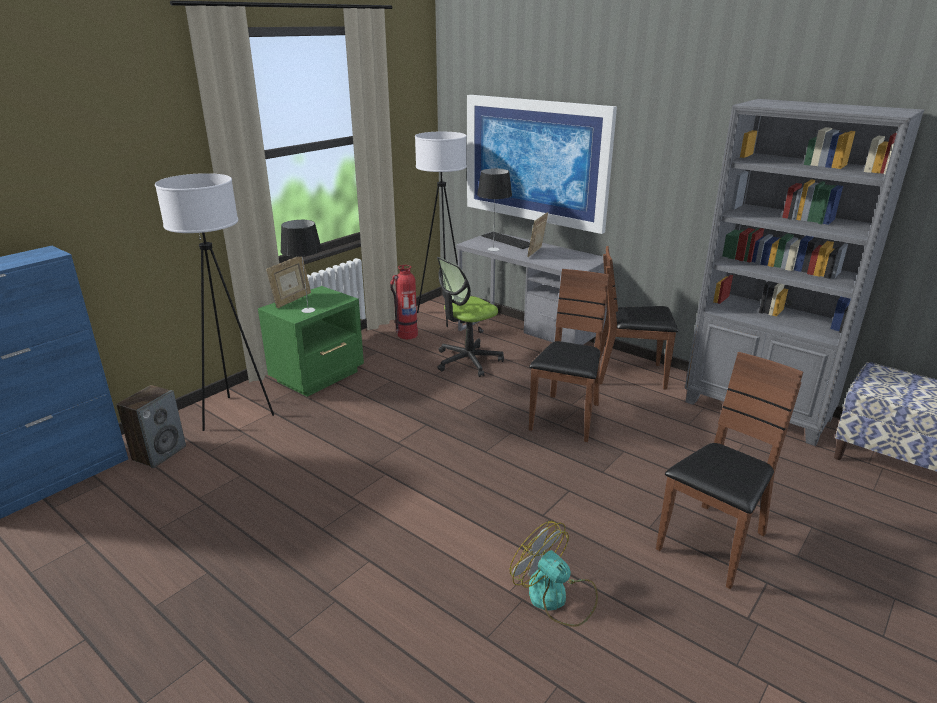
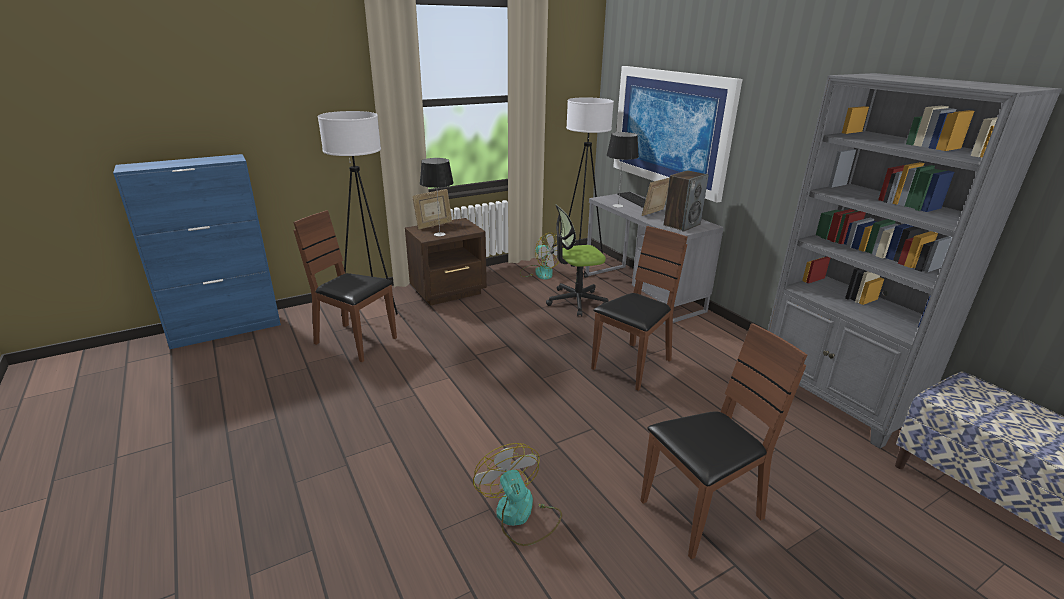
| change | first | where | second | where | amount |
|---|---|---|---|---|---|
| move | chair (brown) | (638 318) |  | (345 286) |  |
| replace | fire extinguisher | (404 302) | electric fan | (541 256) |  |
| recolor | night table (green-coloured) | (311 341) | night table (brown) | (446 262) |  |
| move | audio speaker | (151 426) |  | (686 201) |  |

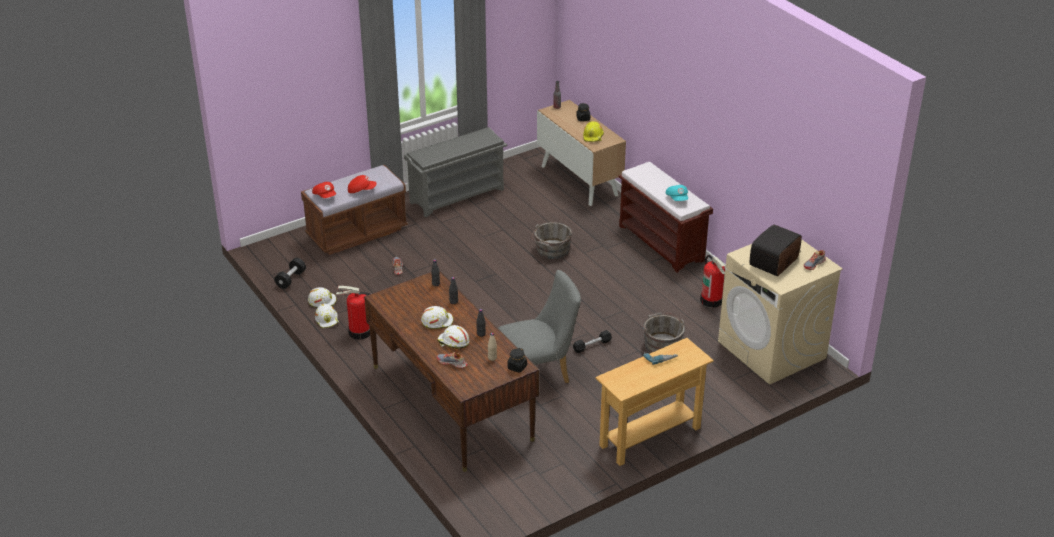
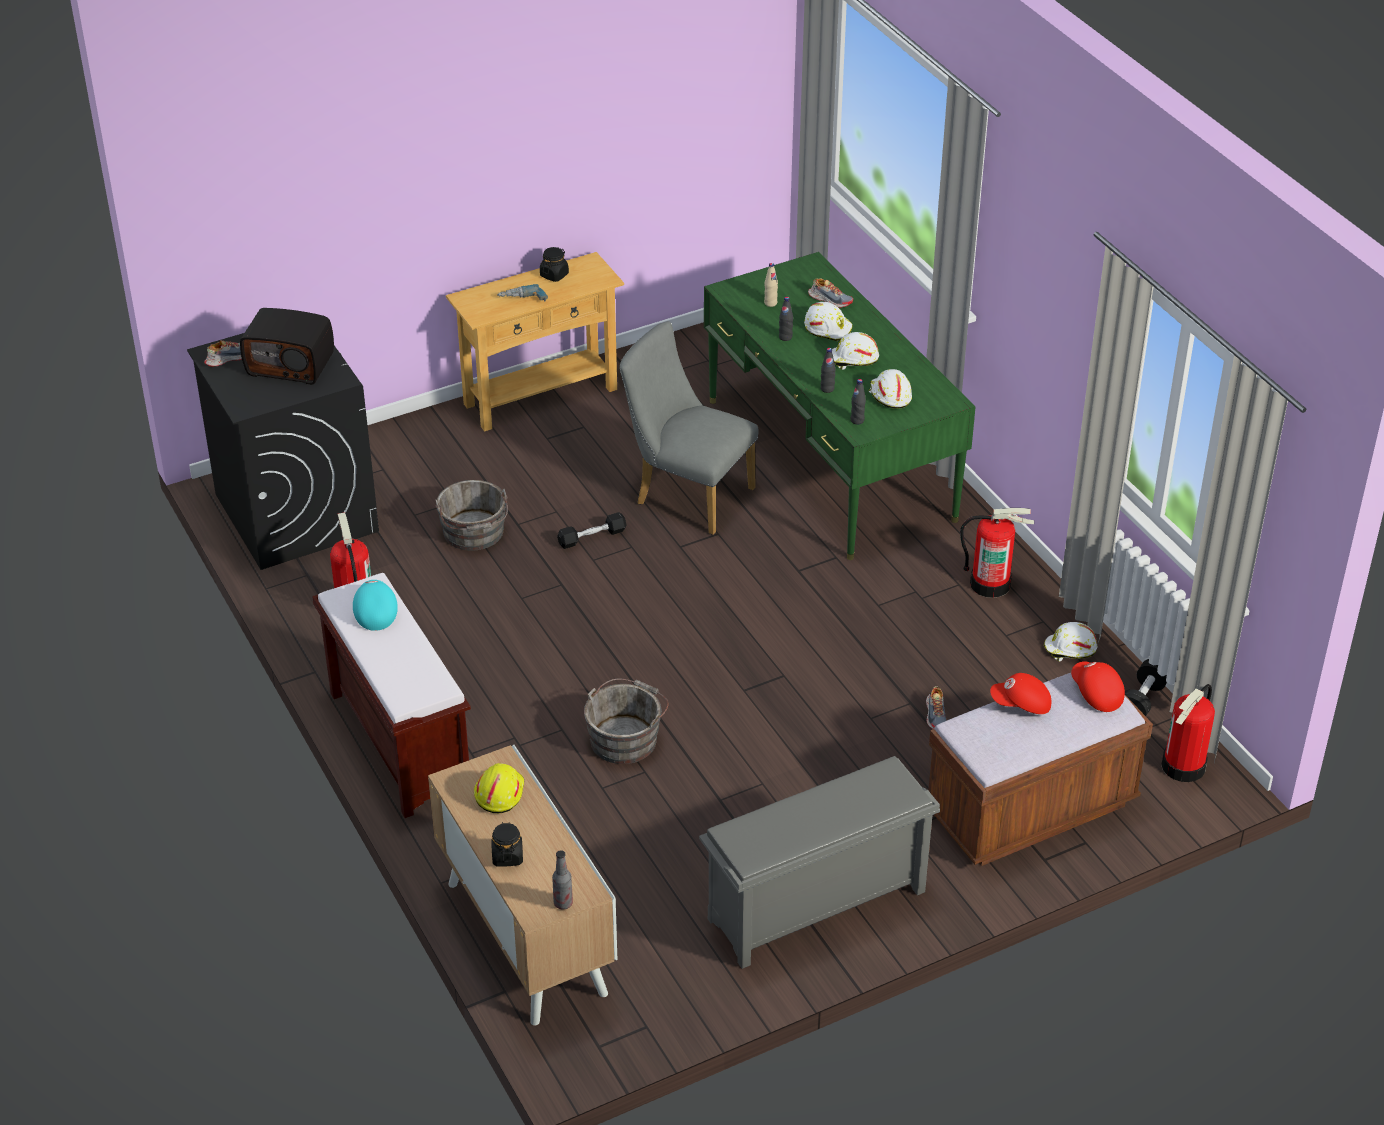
| change | first | where | second | where | amount |
|---|---|---|---|---|---|
| rotate | radio receiver | (776 250) |  | (287 346) | 60 degrees clockwise |
| recolor | laundry machine (sand-coloured) | (780 307) | laundry machine (black) | (283 451) |  |
| rotate | chair (greyish) | (539 326) |  | (689 428) | 45 degrees clockwise |
| recolor | desk table (brown) | (451 372) | desk table (green-coloured) | (840 406) |  |
| move | work helmet (white) | (327 316) |  | (890 389) |  |
| move | preserve jar (black) | (517 360) |  | (554 264) |  |
| insert |  |  | fire extinguisher | (1188 733) |  |

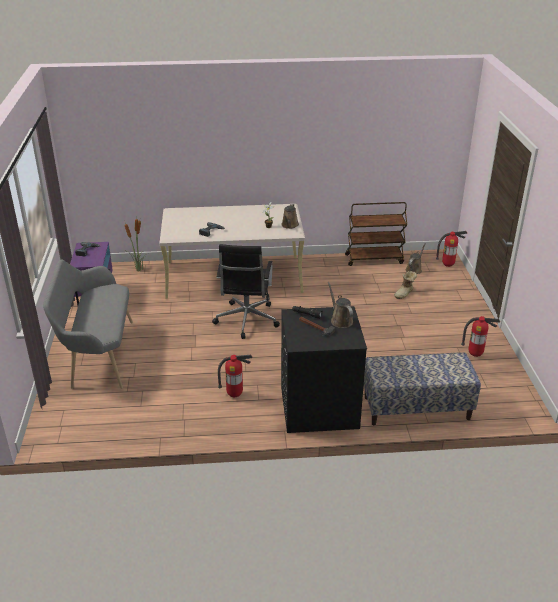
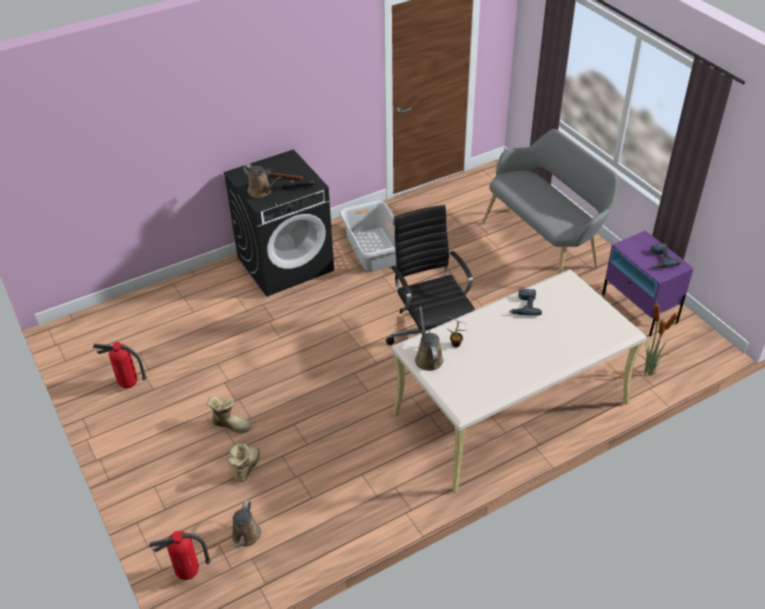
| change | first | where | second | where | amount |
|---|---|---|---|---|---|
| delete | cart (brown) | (376 234) |  |  |  |
| delete | long seat | (422 389) |  |  |  |
| replace | fire extinguisher | (235 376) | washing basket (greyish) | (367 236) |  |
| insert |  |  | boot | (229 414) |  |

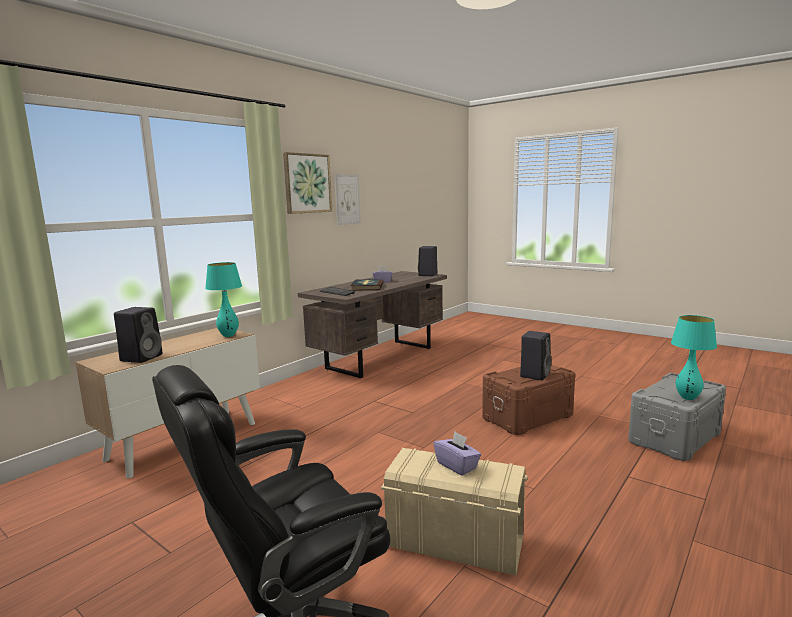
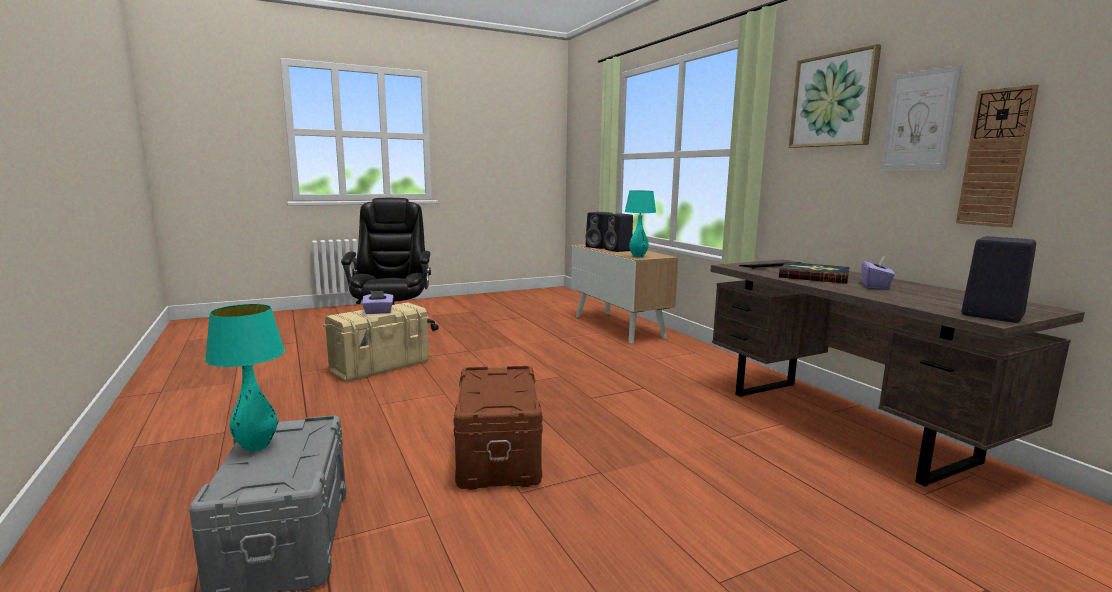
| change | first | where | second | where | amount |
|---|---|---|---|---|---|
| move | audio speaker (black) | (535 355) |  | (618 232) |  |
| insert |  |  | wall clock | (997 156) |  |

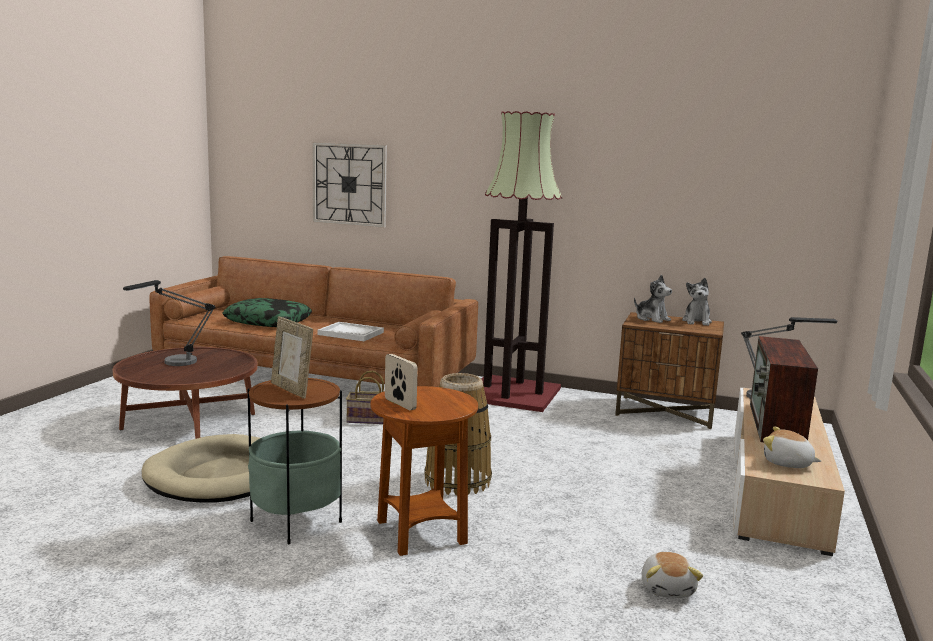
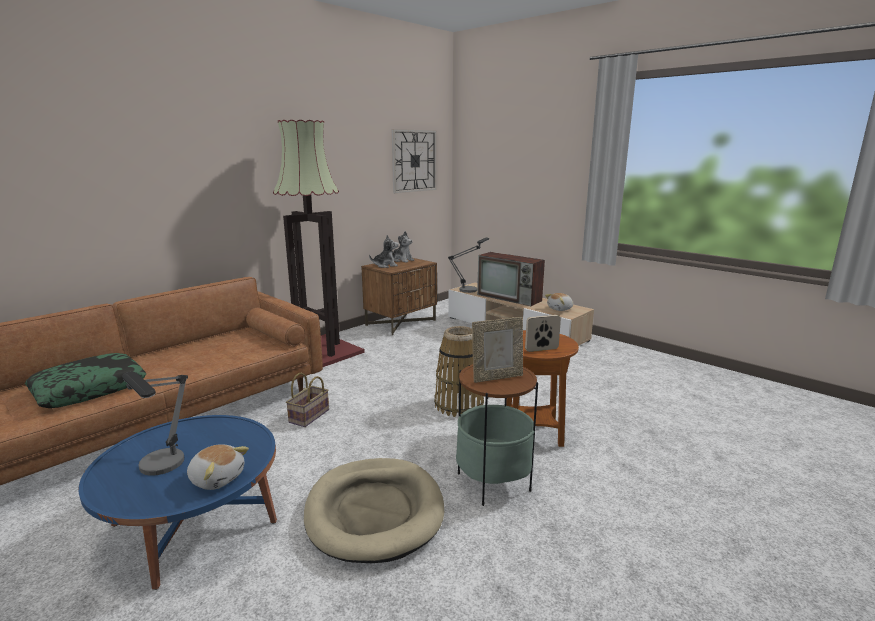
| change | first | where | second | where | amount |
|---|---|---|---|---|---|
| move | wall clock | (350 185) |  | (414 161) |  |
| delete | serving tray (white) | (350 331) |  |  |  |
| recolor | lounge table (brown) | (185 393) | lounge table (bluish) | (177 502) |  |
| move | cuddly toy | (672 575) |  | (218 467) |  |

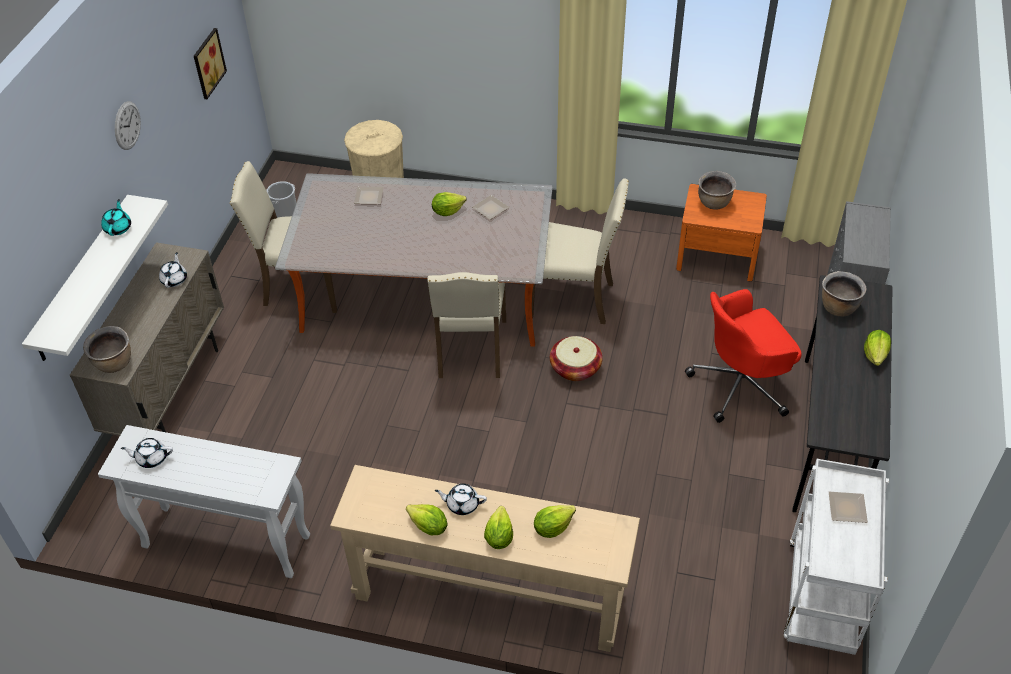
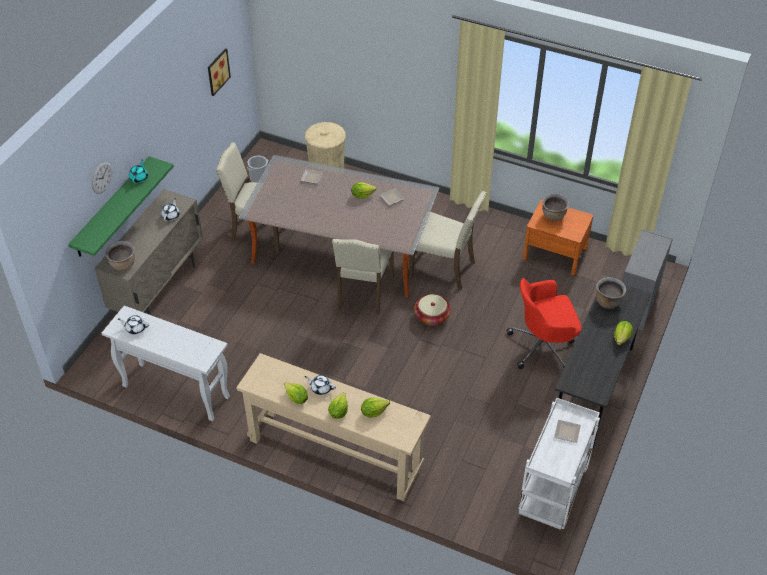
| change | first | where | second | where | amount |
|---|---|---|---|---|---|
| move | wall clock | (128 125) |  | (102 178) |  |
| recolor | wall shelf (white) | (95 278) | wall shelf (green-coloured) | (121 206) |  |

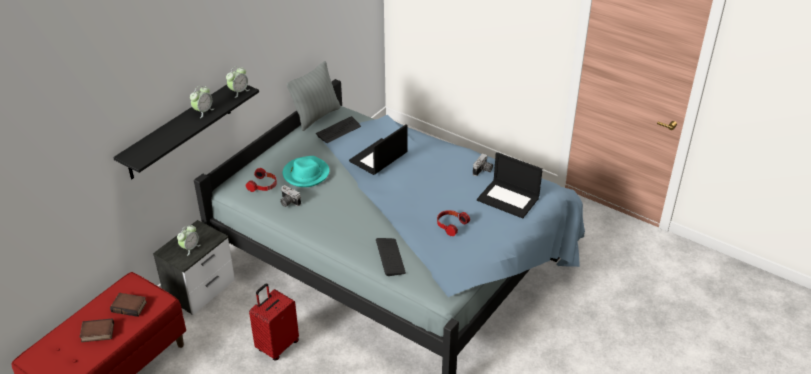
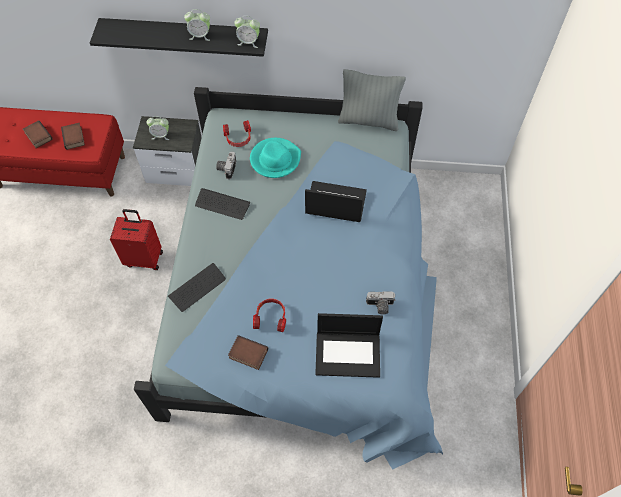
| change | first | where | second | where | amount |
|---|---|---|---|---|---|
| move | PC keyboard | (338 129) |  | (222 204) |  |
| rotate | notebook computer | (510 185) |  | (349 345) | 90 degrees counterclockwise |
| insert |  |  | book | (248 352) |  |

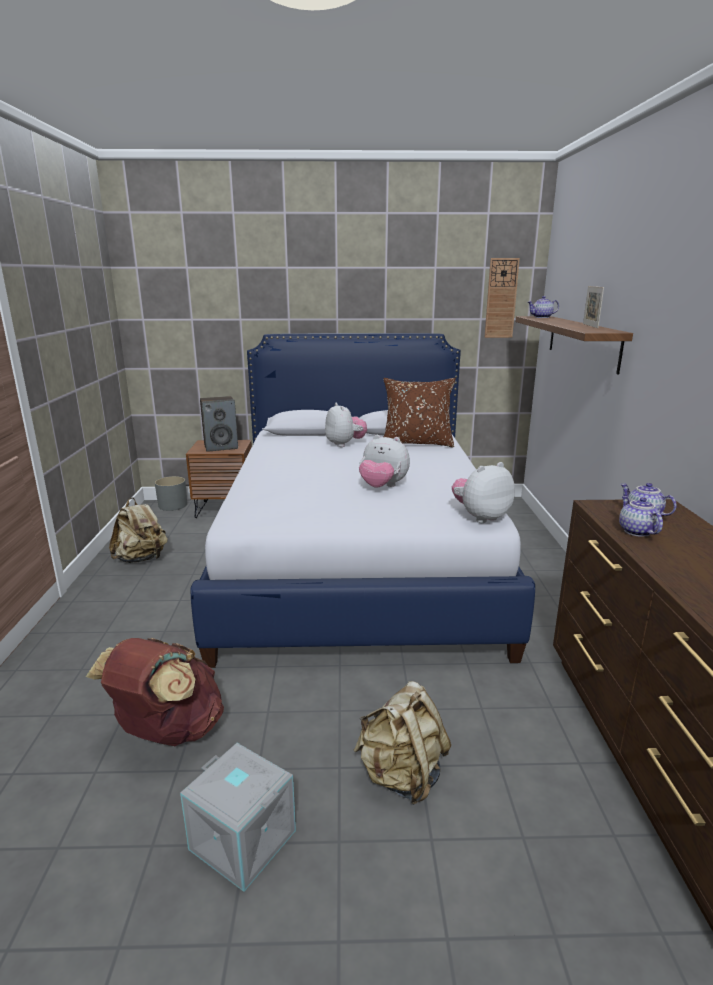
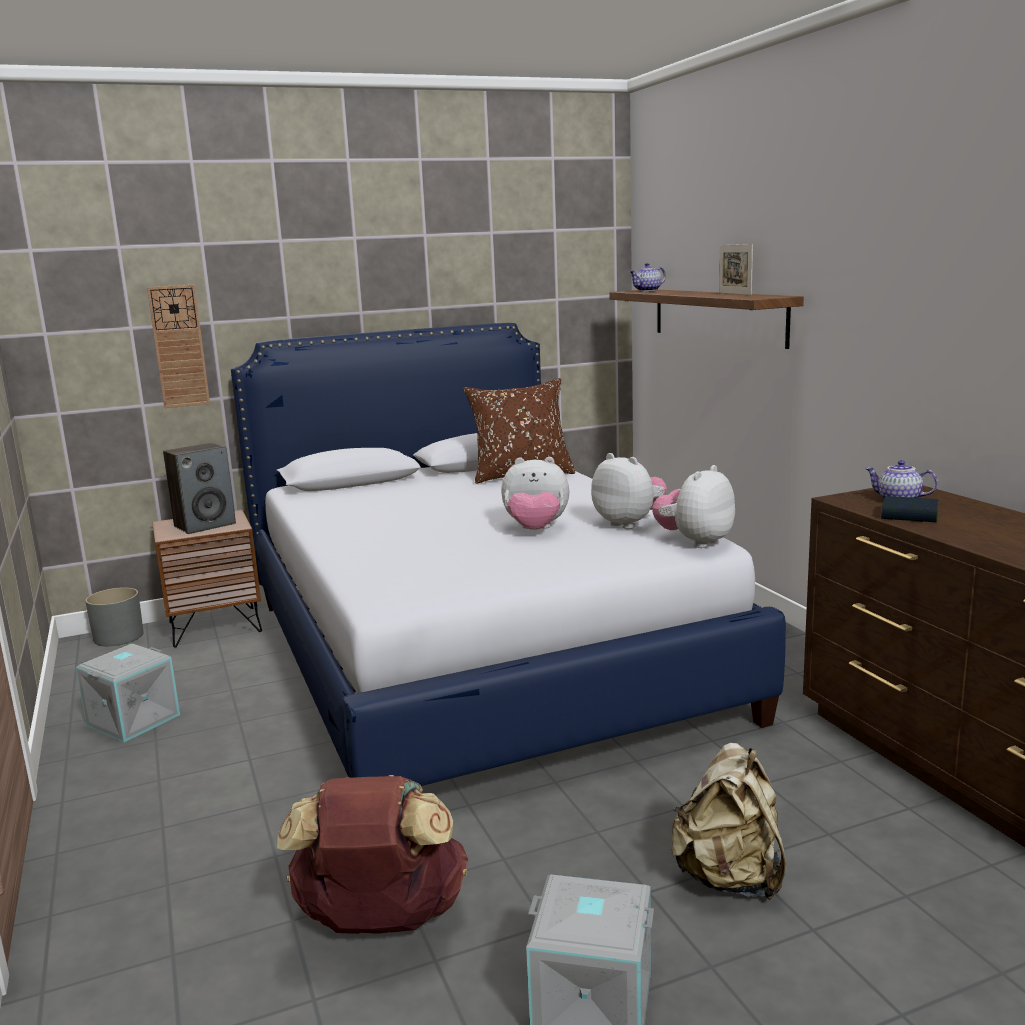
| change | first | where | second | where | amount |
|---|---|---|---|---|---|
| move | wall clock | (502 298) |  | (178 346) |  |
| move | cuddly toy | (346 425) |  | (629 491) |  |
| replace | teapot | (641 516) | book | (910 509) |  |
| replace | rucksack (sand-coloured) | (138 530) | storage container (greyish) | (128 692) |  |

